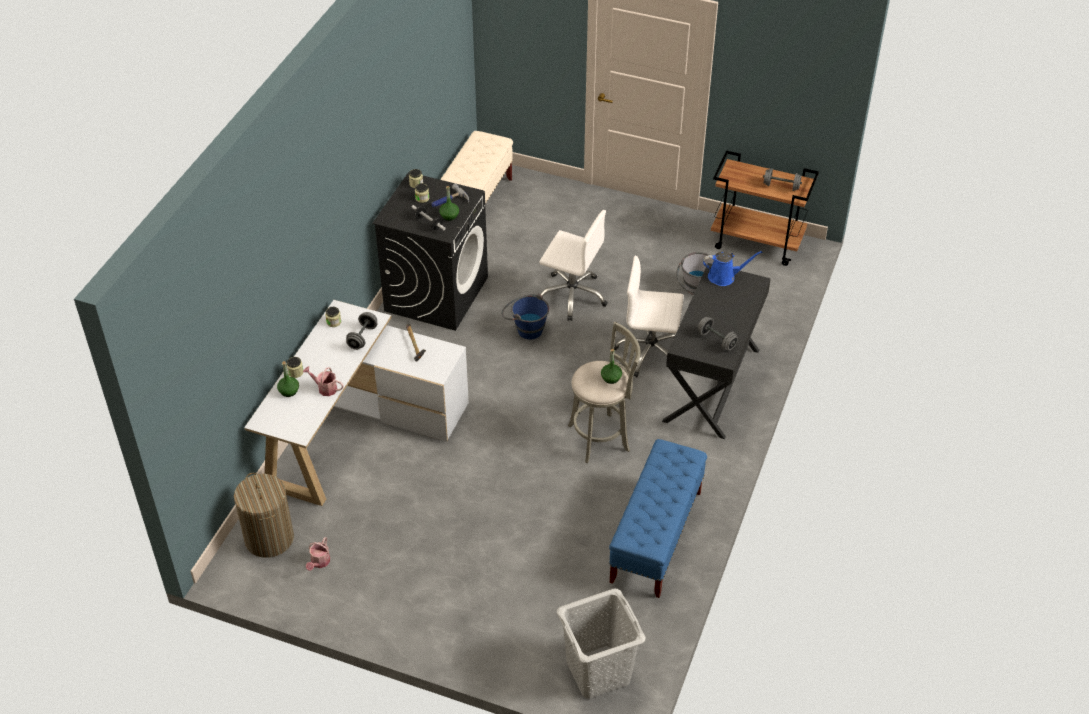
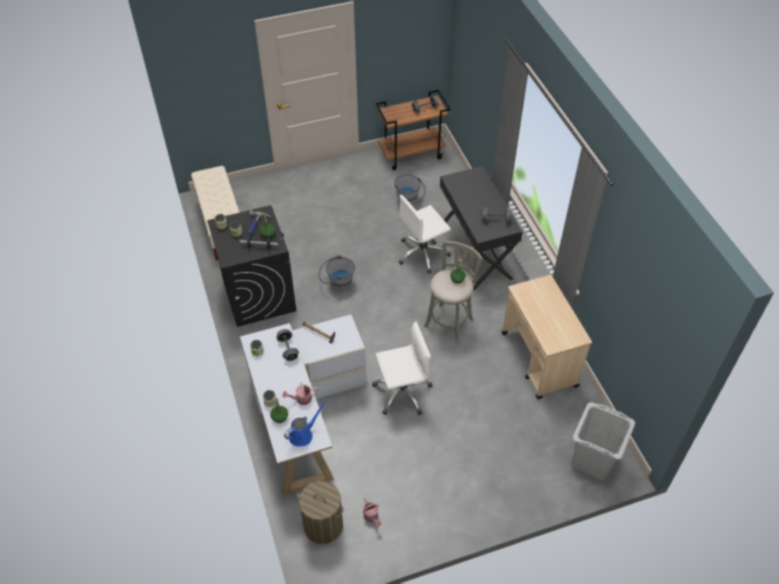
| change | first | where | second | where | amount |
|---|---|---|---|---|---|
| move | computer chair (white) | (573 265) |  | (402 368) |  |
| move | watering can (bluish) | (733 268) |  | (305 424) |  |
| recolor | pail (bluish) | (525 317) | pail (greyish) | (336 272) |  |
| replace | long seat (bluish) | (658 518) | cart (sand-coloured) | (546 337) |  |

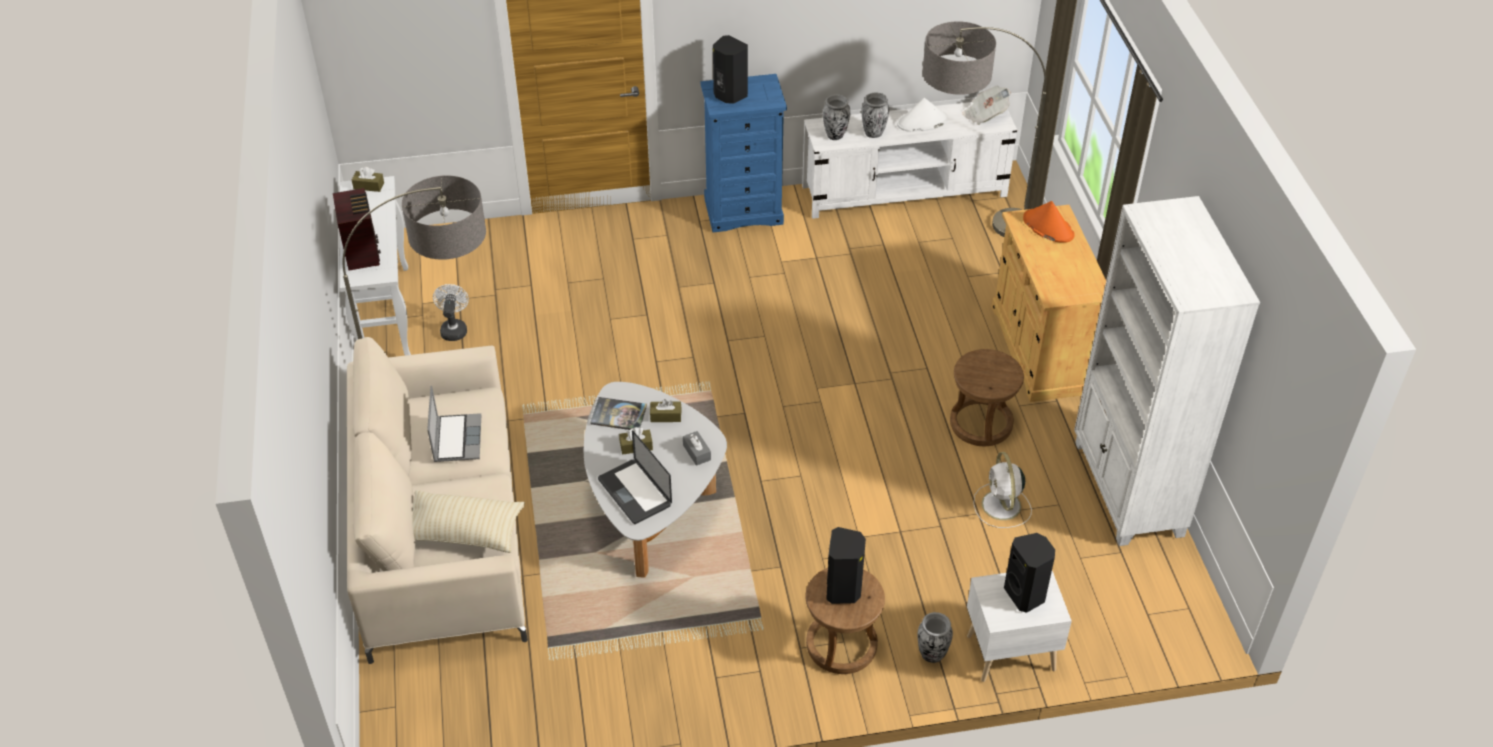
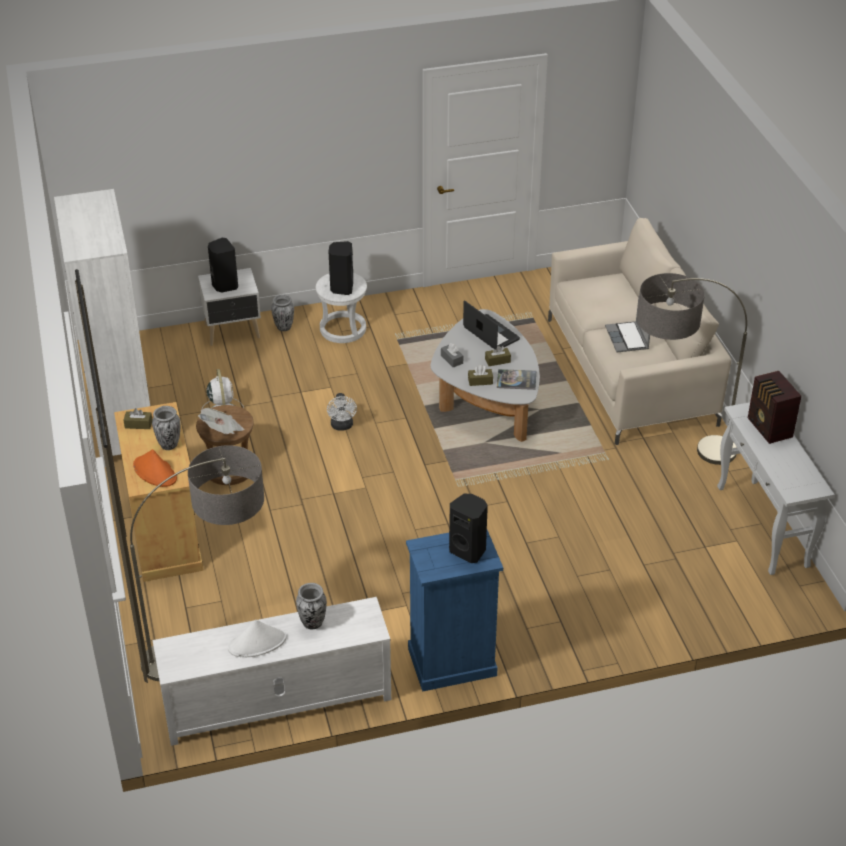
| change | first | where | second | where | amount |
|---|---|---|---|---|---|
| move | daily paper | (986 105) |  | (221 421) |  |
| move | vase | (837 117) |  | (166 428) |  |
| move | tissue holder (brown) | (368 179) |  | (137 418) |  |
| move | electric fan (white) | (451 312) |  | (342 412) |  |
| delete | pillow (sand-coloured) | (468 521) |  |  |  |
| recolor | stool (brown) | (845 621) | stool (white) | (341 308) |  |

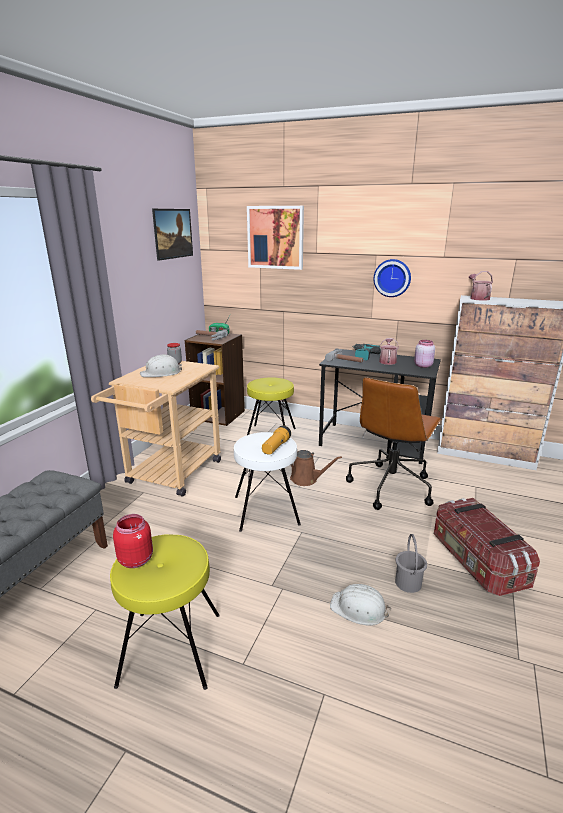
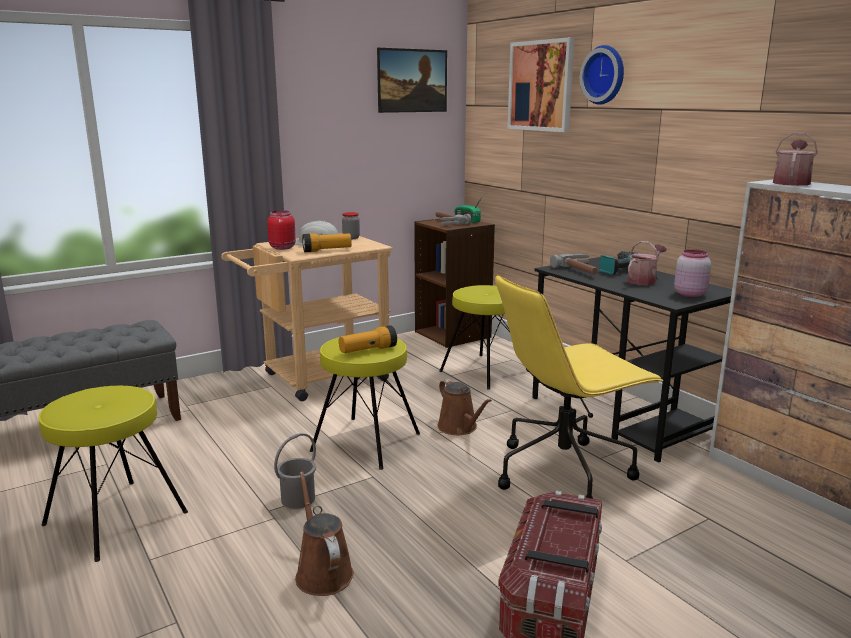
| change | first | where | second | where | amount |
|---|---|---|---|---|---|
| move | wall clock | (392 278) |  | (602 75) |  |
| recolor | computer chair (brown) | (394 443) | computer chair (yellowish) | (579 386) |  |
| recolor | stool (white) | (267 482) | stool (yellowish) | (365 403) |  |
| move | preserve jar (red-coloured) | (133 541) |  | (281 230) |  |
| move | pail (greyish) | (411 563) |  | (295 471) |  |
| replace | work helmet (white) | (360 605) | watering can (brown) | (324 533) |  |
| insert |  |  | hand torch | (327 242) |  |

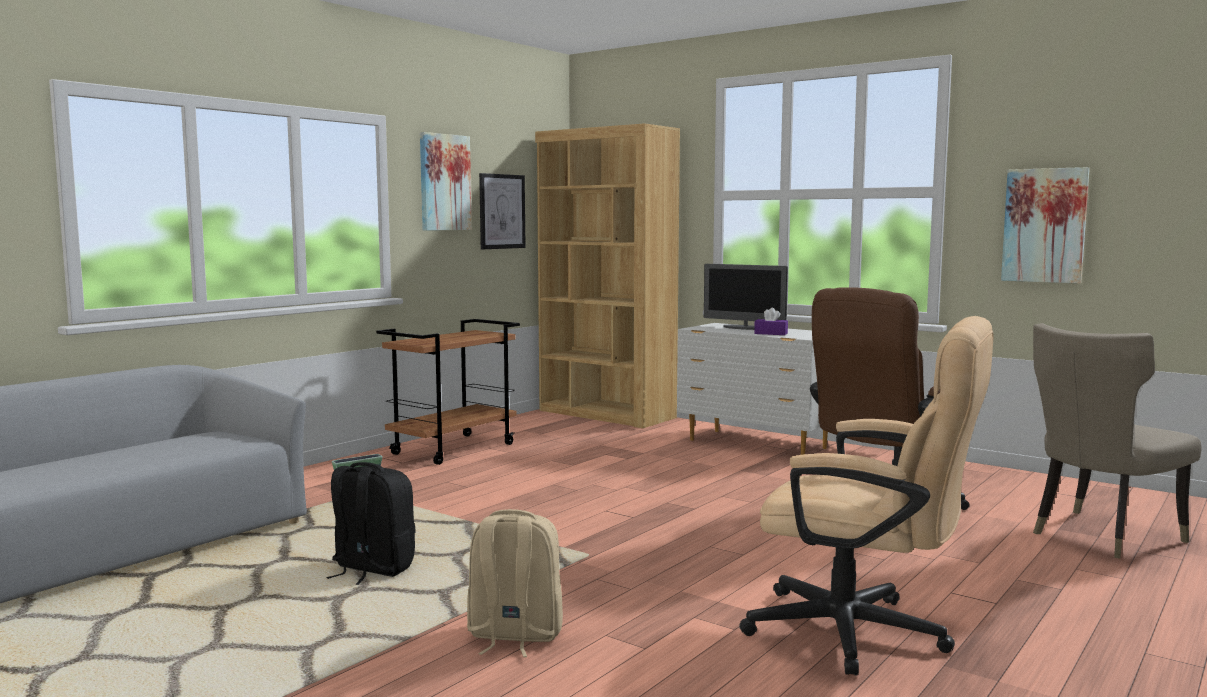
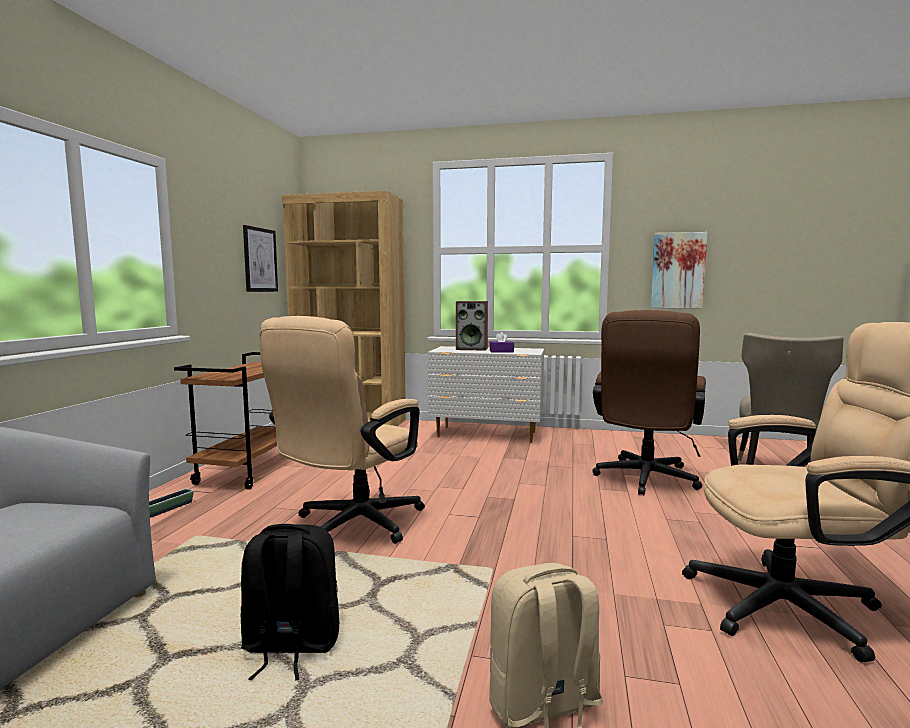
| change | first | where | second | where | amount |
|---|---|---|---|---|---|
| delete | picture | (446 181) |  |  |  |
| replace | computer display | (746 297) | audio speaker | (472 326) |  |
| insert |  |  | computer chair (sand-coloured) | (342 430) |  |

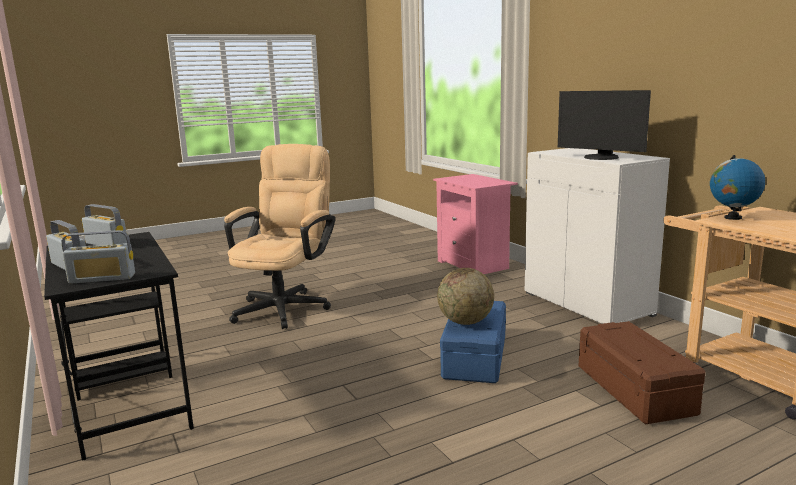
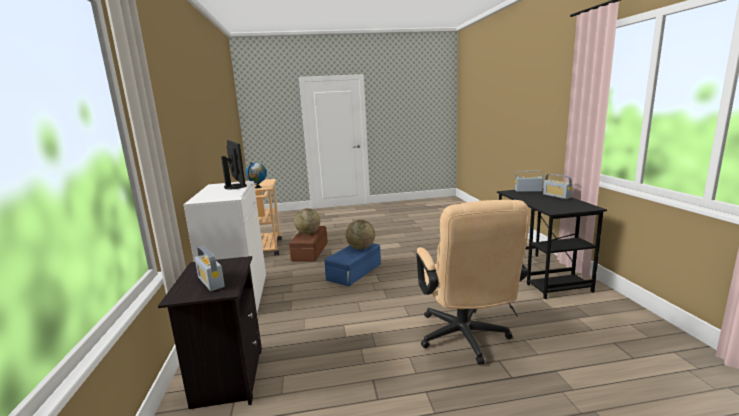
| change | first | where | second | where | amount |
|---|---|---|---|---|---|
| rotate | computer chair (sand-coloured) | (279 236) |  | (473 282) | 45 degrees counterclockwise |
| recolor | night table (pink-coloured) | (475 224) | night table (black) | (210 332) |  |
| move | radio receiver | (104 224) |  | (210 268) |  |
| insert |  |  | globe | (307 221) |  |

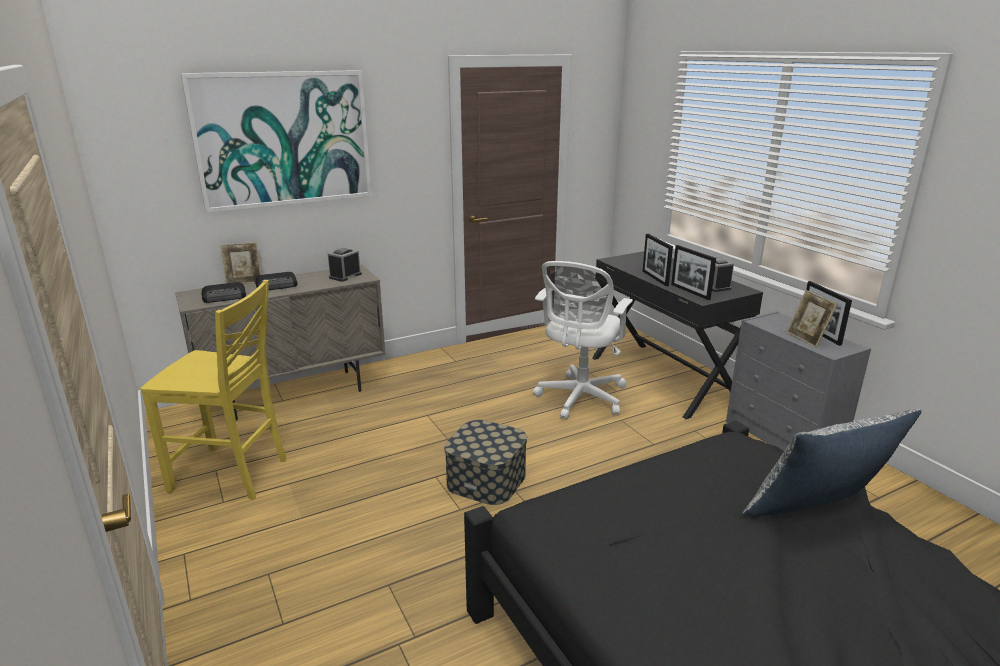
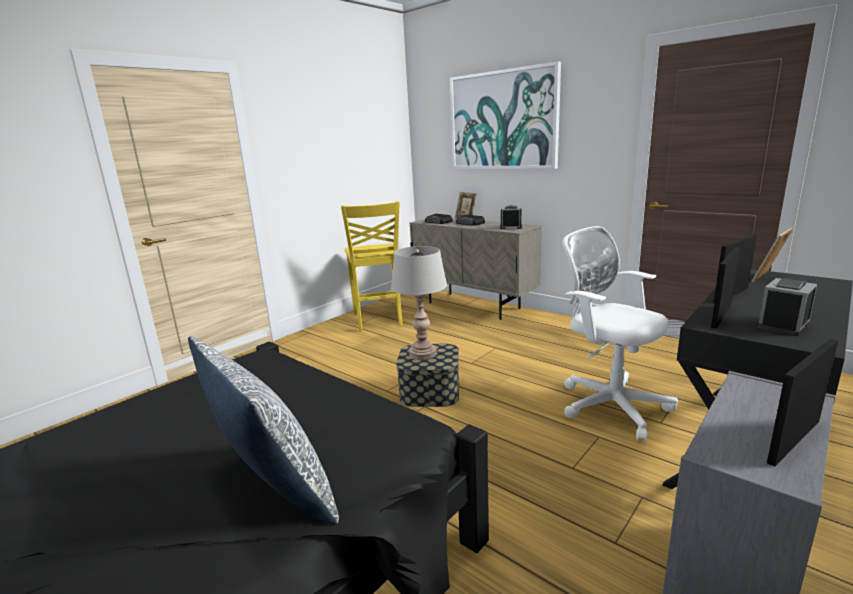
| change | first | where | second | where | amount |
|---|---|---|---|---|---|
| rotate | computer chair (white) | (583 340) |  | (620 334) | 45 degrees clockwise |
| move | standing frame | (812 319) |  | (772 254) |  |
| insert |  |  | tabletop lamp (greyish) | (419 303) |  |

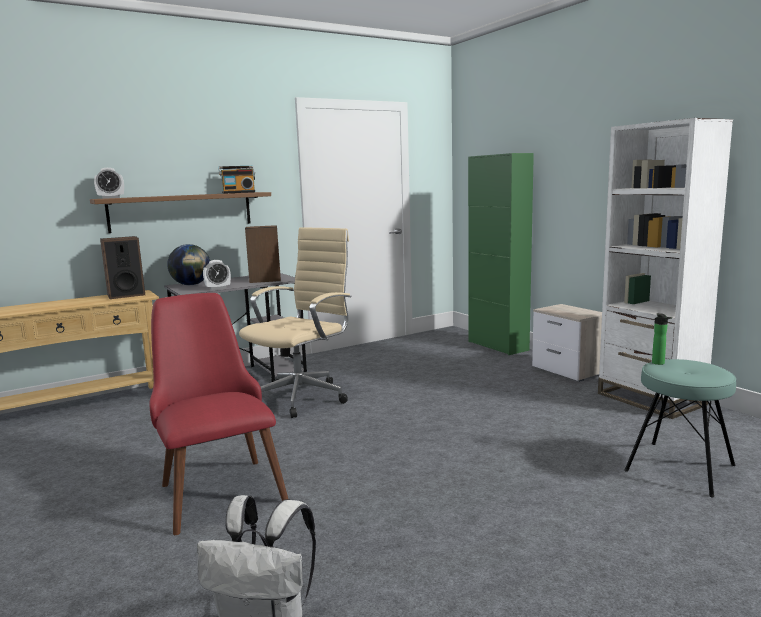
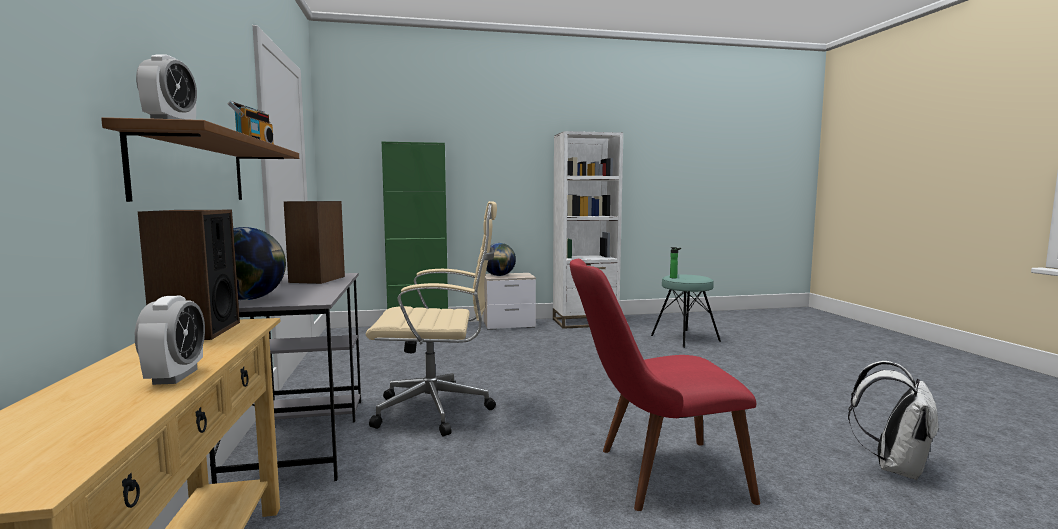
| change | first | where | second | where | amount |
|---|---|---|---|---|---|
| rotate | computer chair (sand-coloured) | (295 322) |  | (431 319) | 120 degrees clockwise |
| move | table clock | (217 275) |  | (170 340) |  |
| insert |  |  | globe | (501 259) |  |

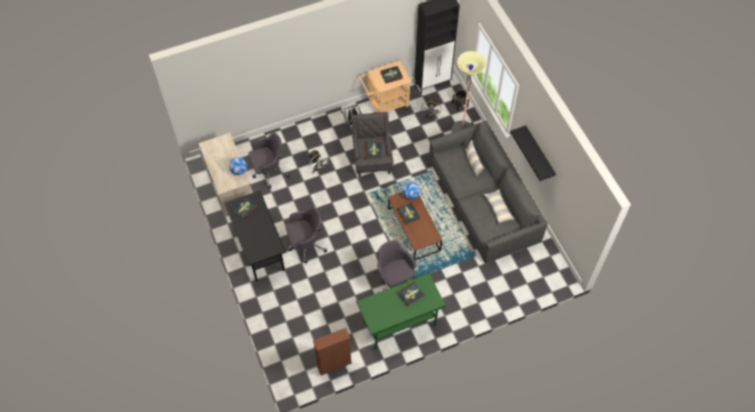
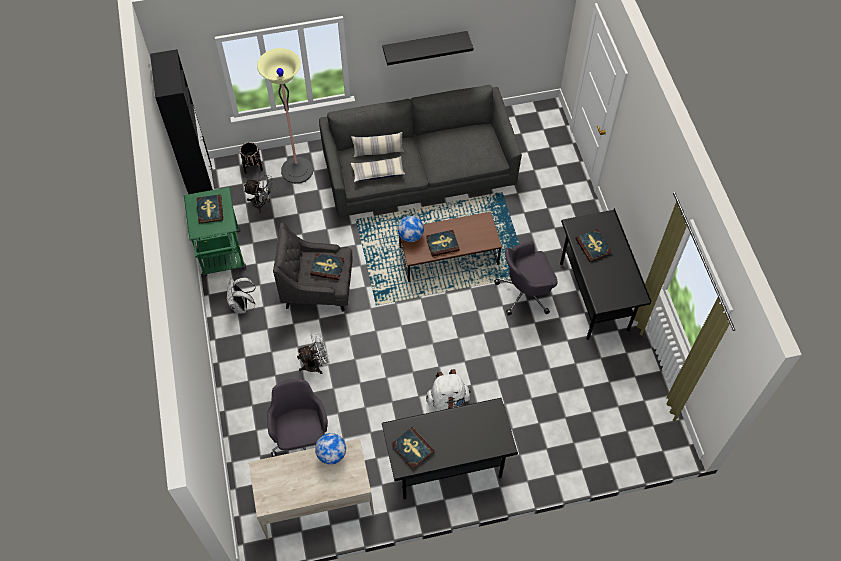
| change | first | where | second | where | amount |
|---|---|---|---|---|---|
| recolor | cart (sand-coloured) | (385 86) | cart (green-coloured) | (215 231) |  |
| move | pillow | (499 206) |  | (378 169) |  |
| replace | computer chair (greyish) | (306 235) | rucksack (white) | (448 389) |  |
| recolor | desk table (green-coloured) | (401 311) | desk table (black) | (605 274) |  |
| delete | bookcase (brown) | (332 352) |  |  |  |

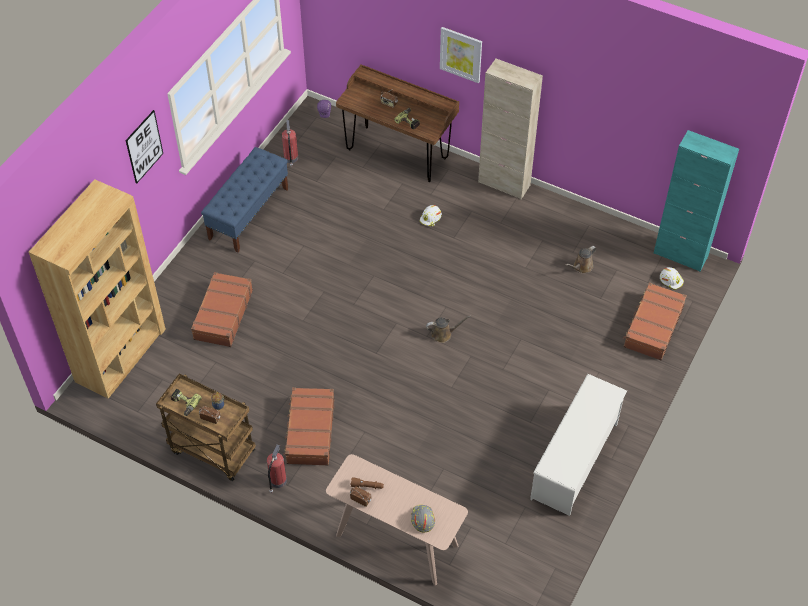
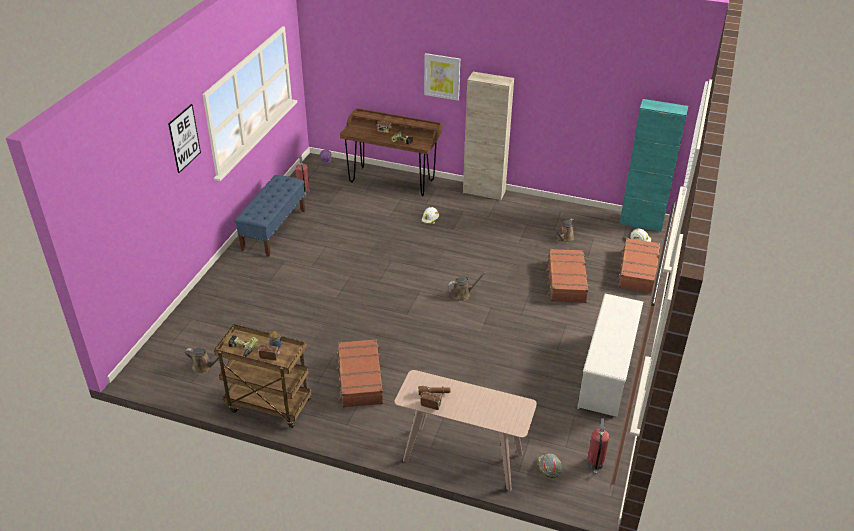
| change | first | where | second | where | amount |
|---|---|---|---|---|---|
| delete | bookcase (brown) | (97 289) |  |  |  |
| move | suitcase (brown) | (222 309) |  | (567 276) |  |
| move | fire extinguisher | (277 469) |  | (598 446) |  |
| move | work helmet (greyish) | (423 518) |  | (549 466) |  |
| insert |  |  | watering can (brown) | (202 360) |  |

